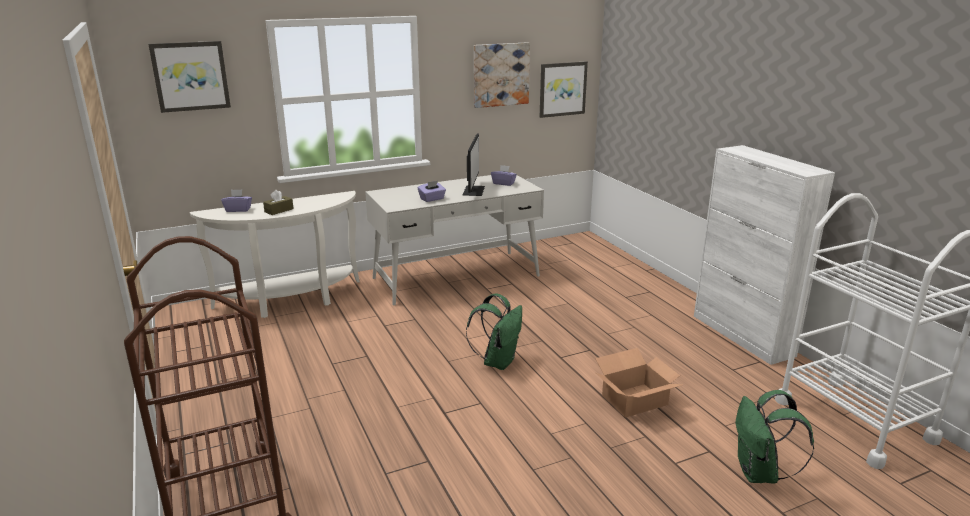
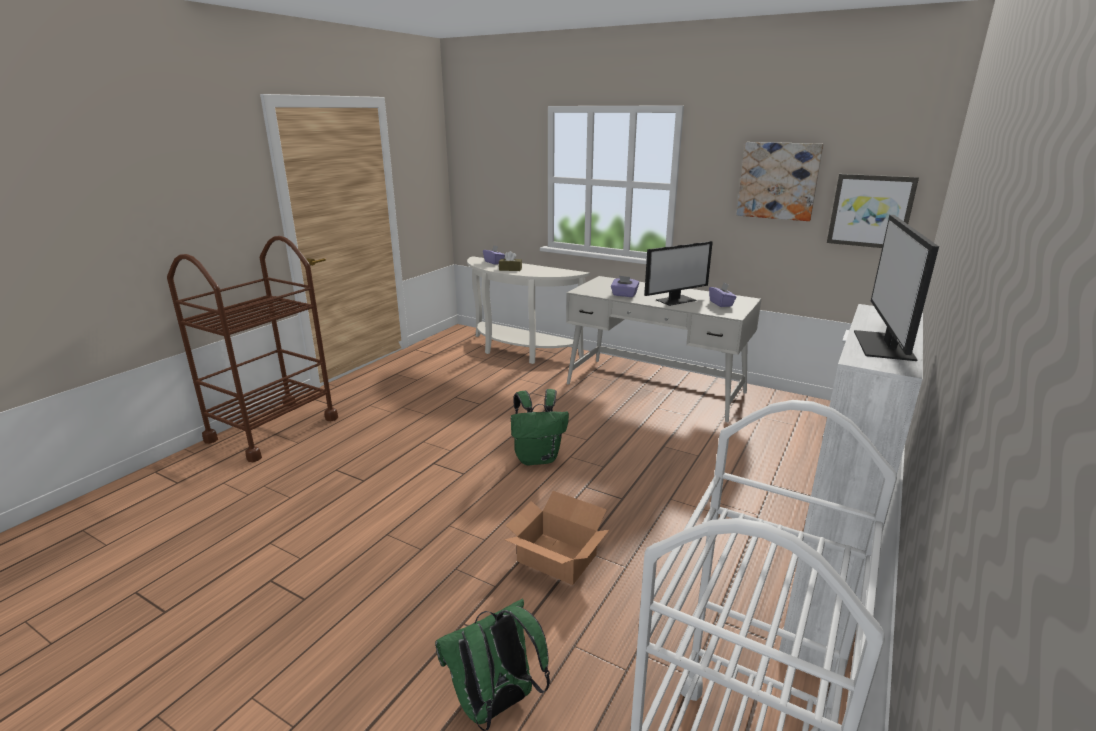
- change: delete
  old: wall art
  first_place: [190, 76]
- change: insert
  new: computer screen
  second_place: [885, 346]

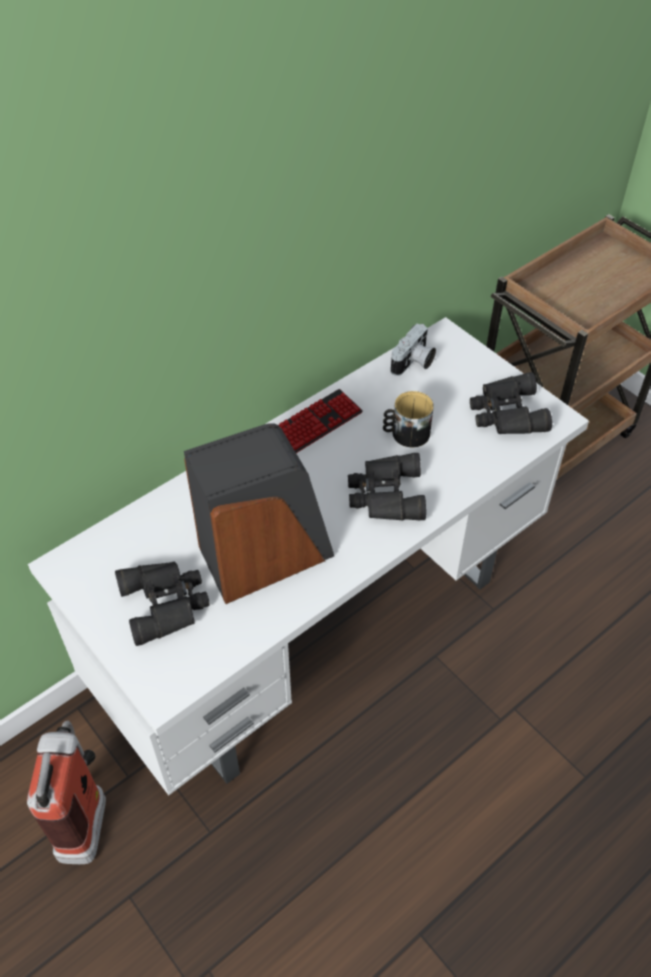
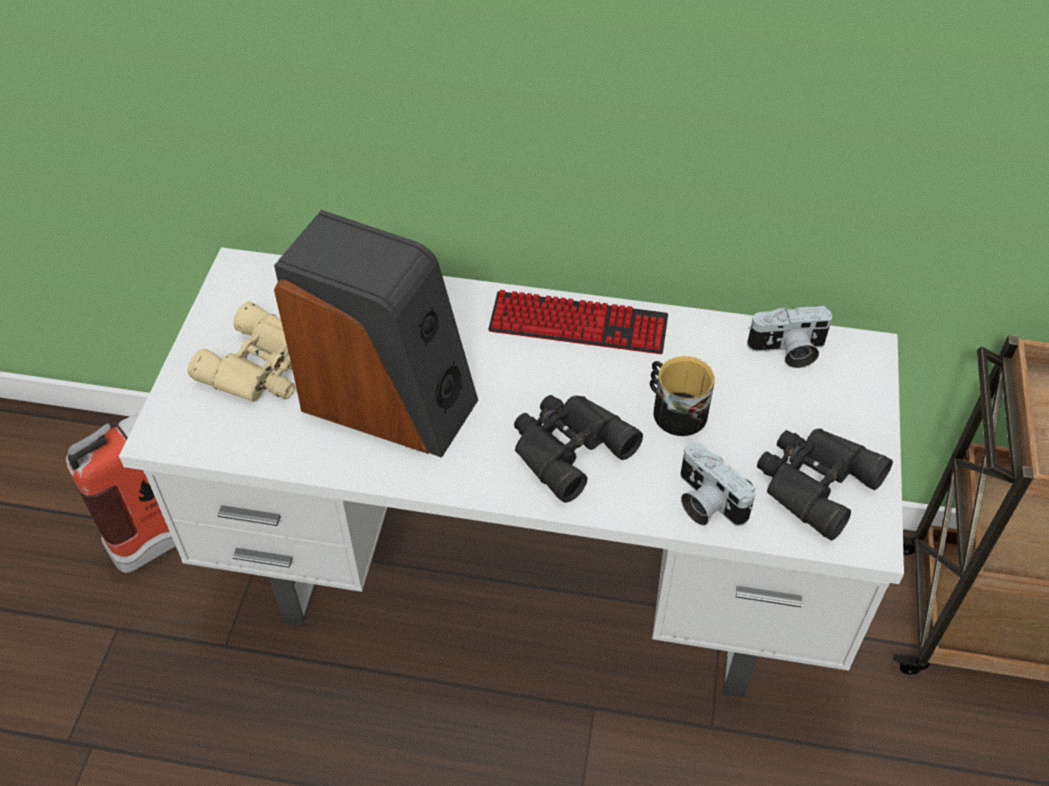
- change: recolor
  old: black binoculars
  new: sand-coloured binoculars
  first_place: [166, 603]
  second_place: [262, 367]
- change: insert
  new: still camera
  second_place: [705, 502]

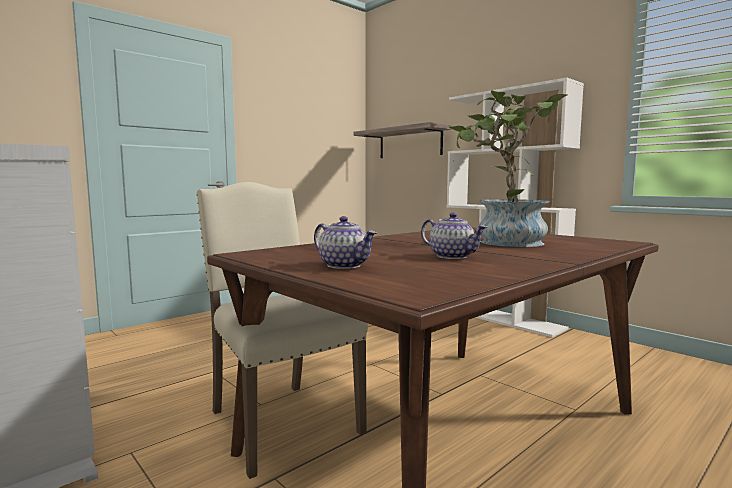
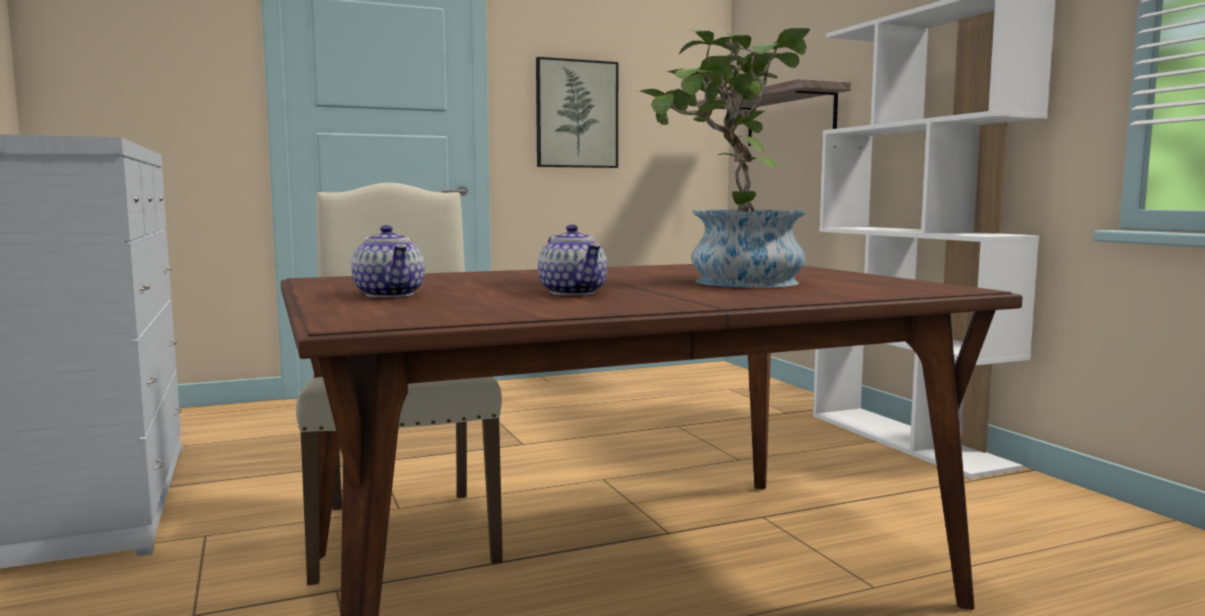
- change: insert
  new: wall art
  second_place: [576, 114]

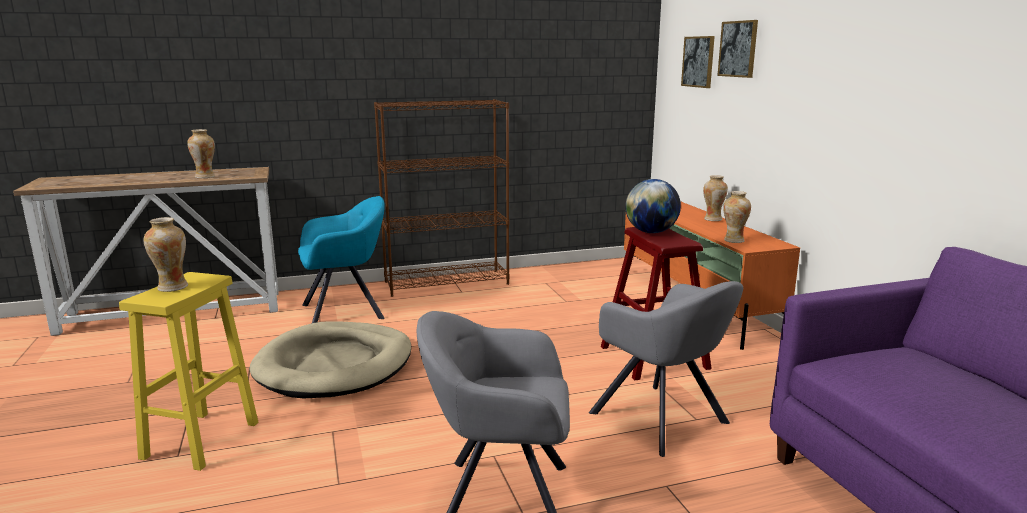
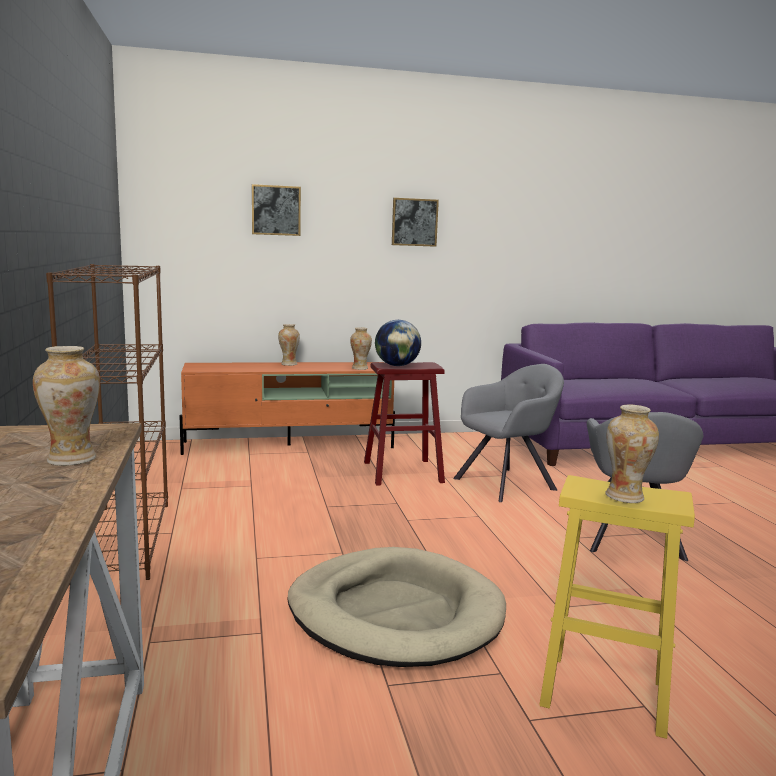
- change: move
  old: wall art
  first_place: [698, 61]
  second_place: [414, 222]
- change: delete
  old: blue-green lounge chair
  first_place: [346, 311]

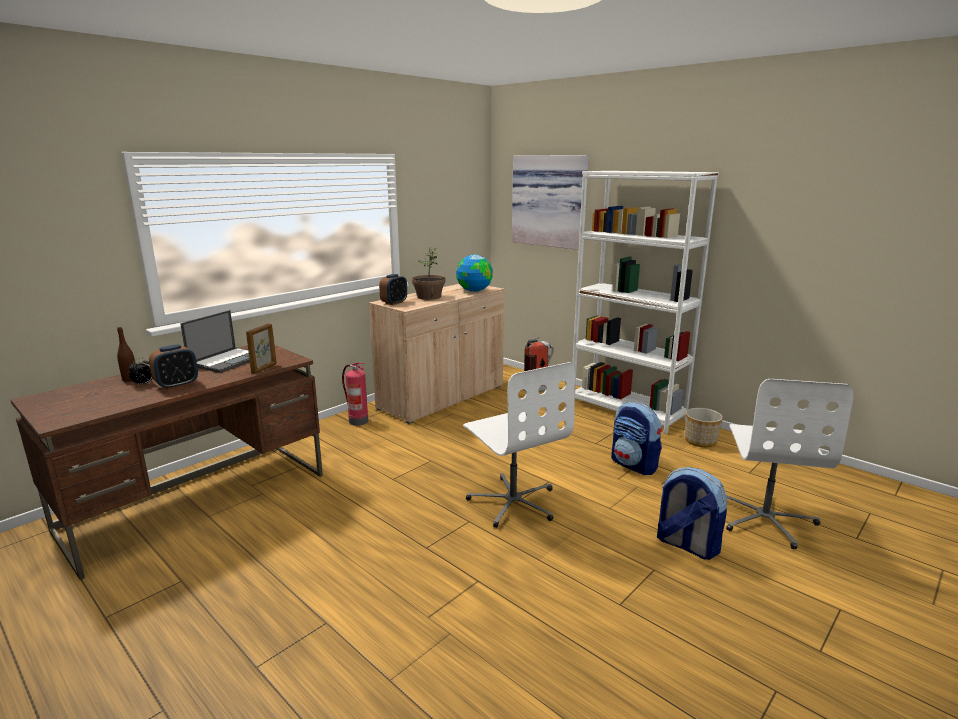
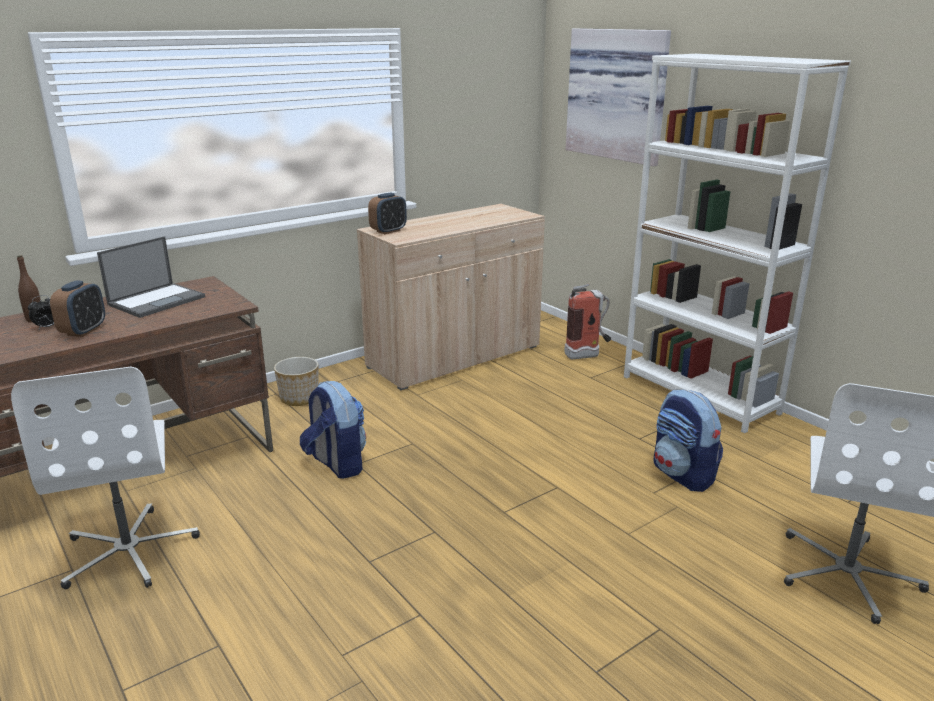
- change: delete
  old: potted plant
  first_place: [428, 297]
- change: delete
  old: globe
  first_place: [474, 291]
- change: delete
  old: standing frame
  first_place: [264, 368]
- change: rotate
  old: table clock
  first_place: [177, 385]
  second_place: [83, 331]
  degrees: -45
- change: move
  old: white computer chair
  first_place: [513, 502]
  second_place: [129, 550]
- change: delete
  old: fire-fighting cylinder
  first_place: [357, 421]
- change: move
  old: plant pot
  first_place: [700, 441]
  second_place: [300, 398]
- change: move
  old: knapsack
  first_place: [685, 545]
  second_place: [336, 464]

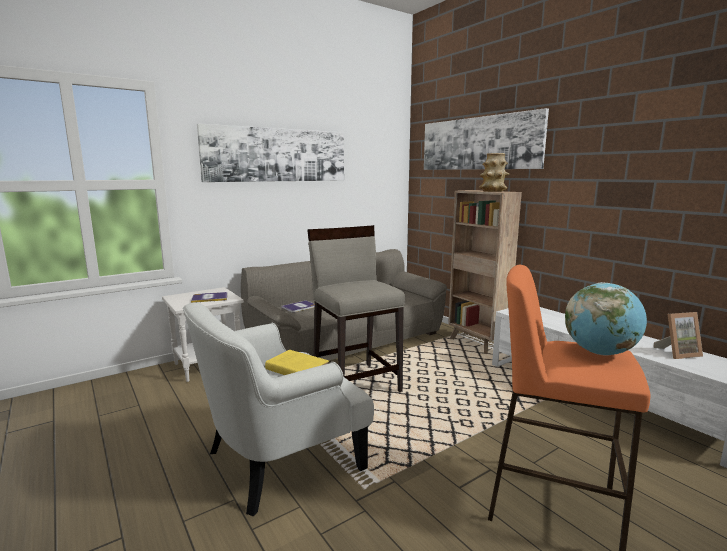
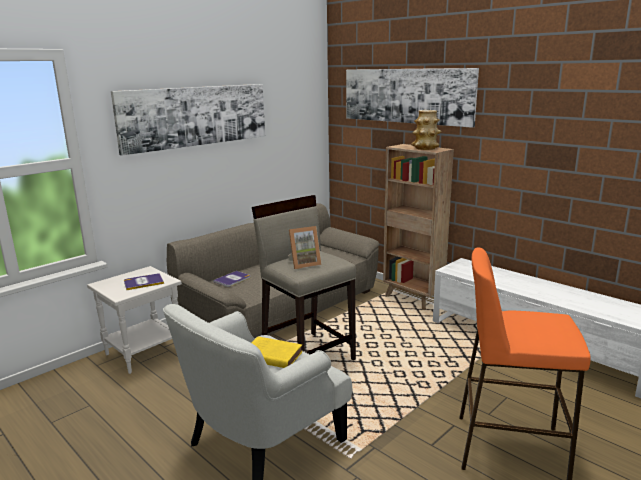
- change: delete
  old: globe
  first_place: [600, 352]
- change: move
  old: standing frame
  first_place: [677, 353]
  second_place: [304, 264]

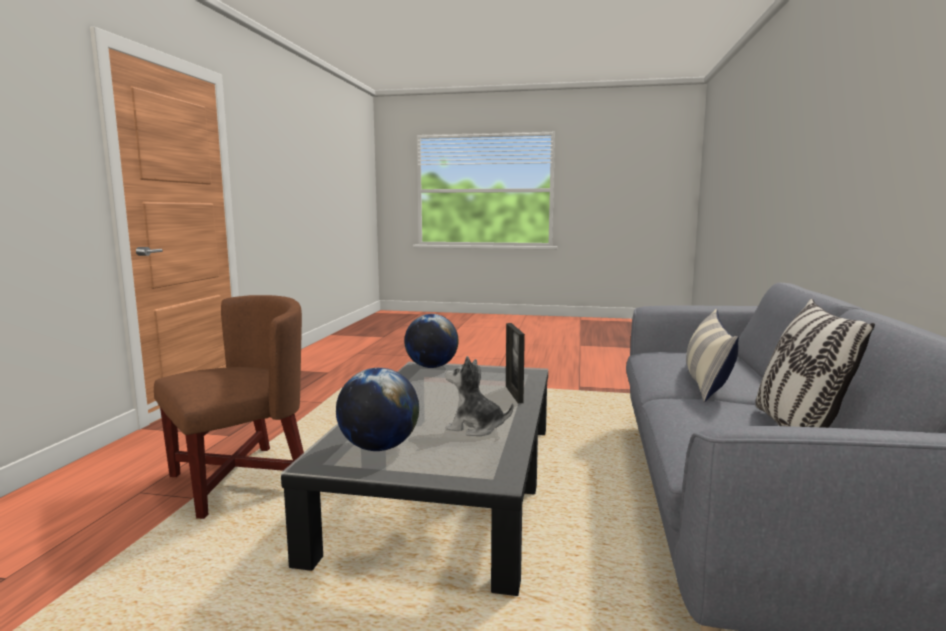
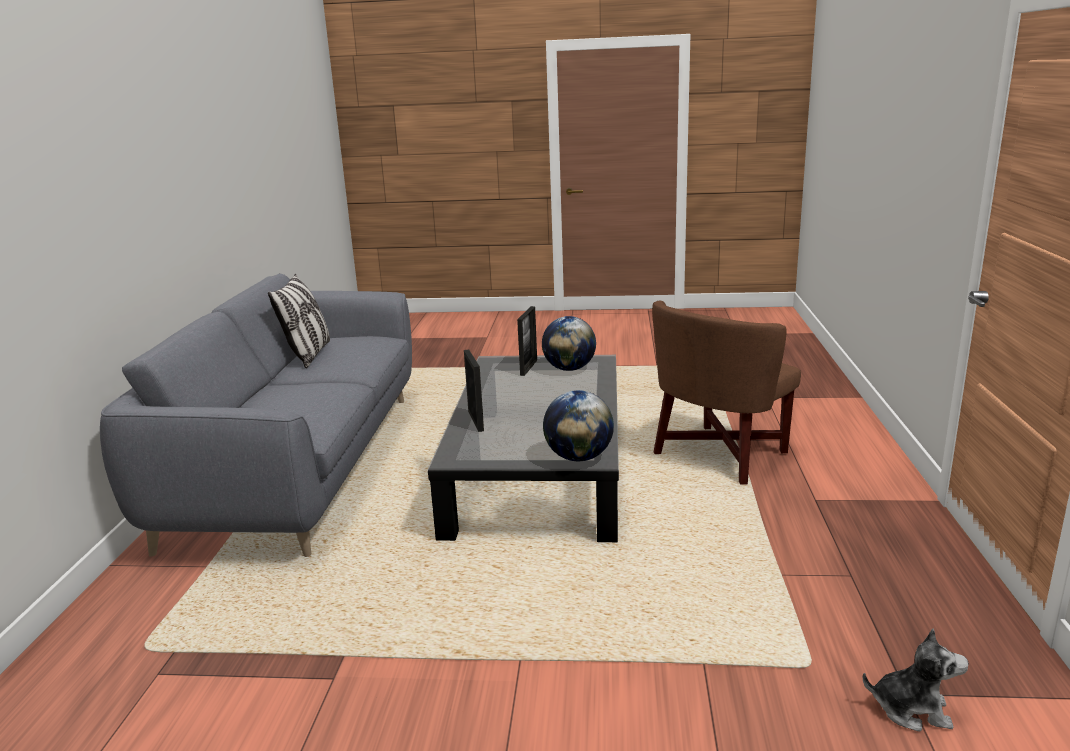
- change: delete
  old: throw pillow
  first_place: [706, 381]
- change: move
  old: soft toy
  first_place: [475, 428]
  second_place: [911, 709]
- change: insert
  new: standing frame
  second_place: [528, 367]

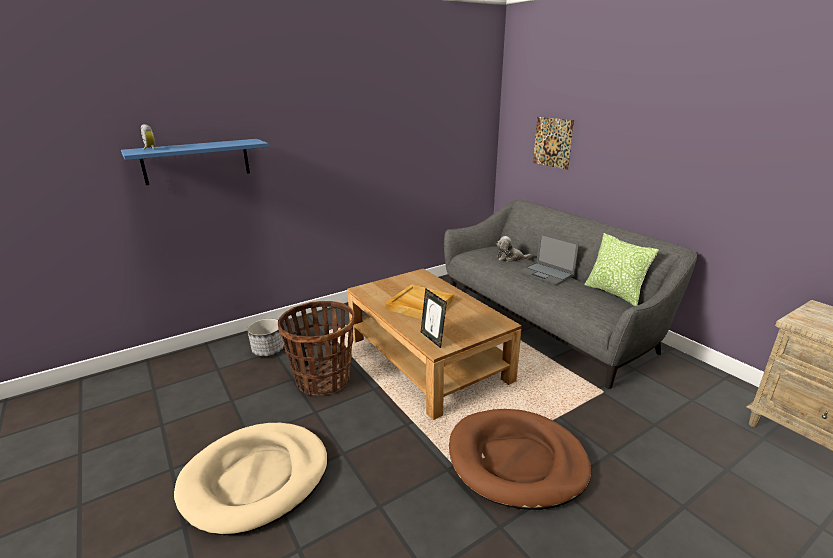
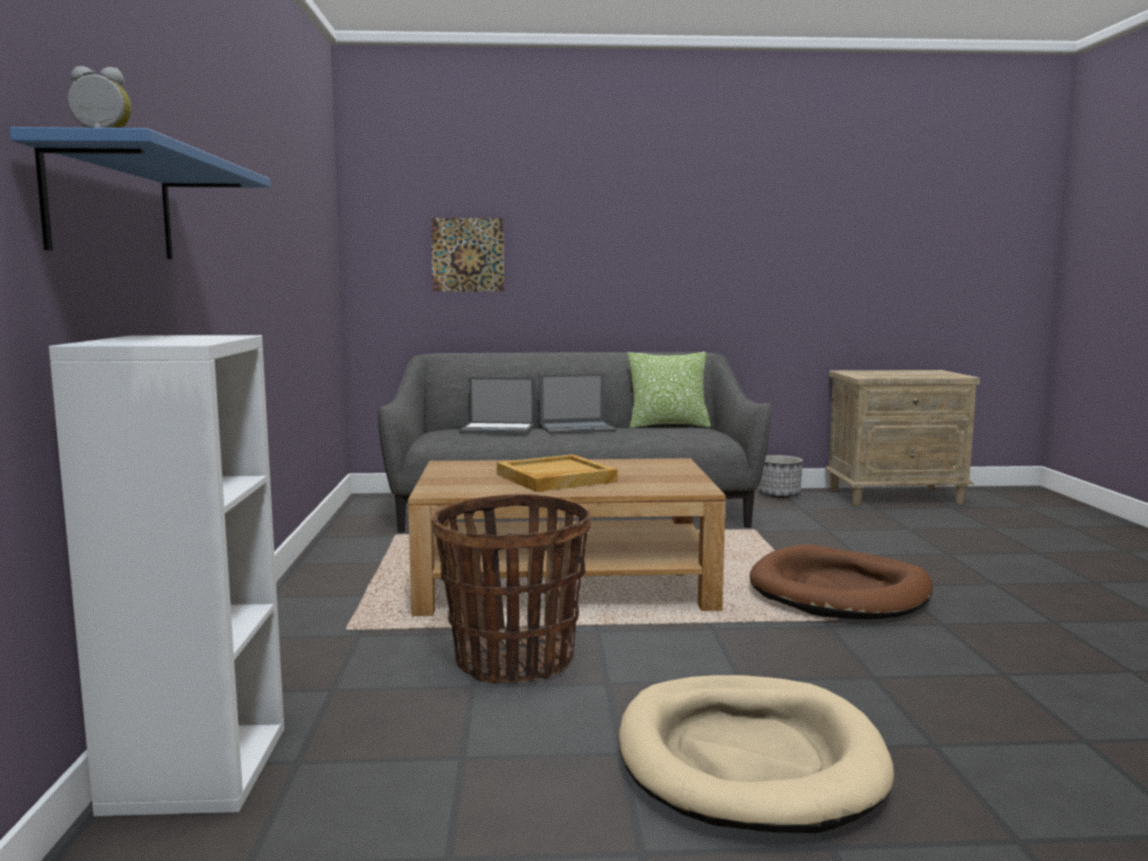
- change: replace
  old: soft toy
  new: portable computer
  first_place: [510, 258]
  second_place: [498, 429]
- change: delete
  old: standing frame
  first_place: [432, 339]
- change: move
  old: plant pot
  first_place: [268, 350]
  second_place: [779, 495]
- change: insert
  new: white bookshelf
  second_place: [196, 768]

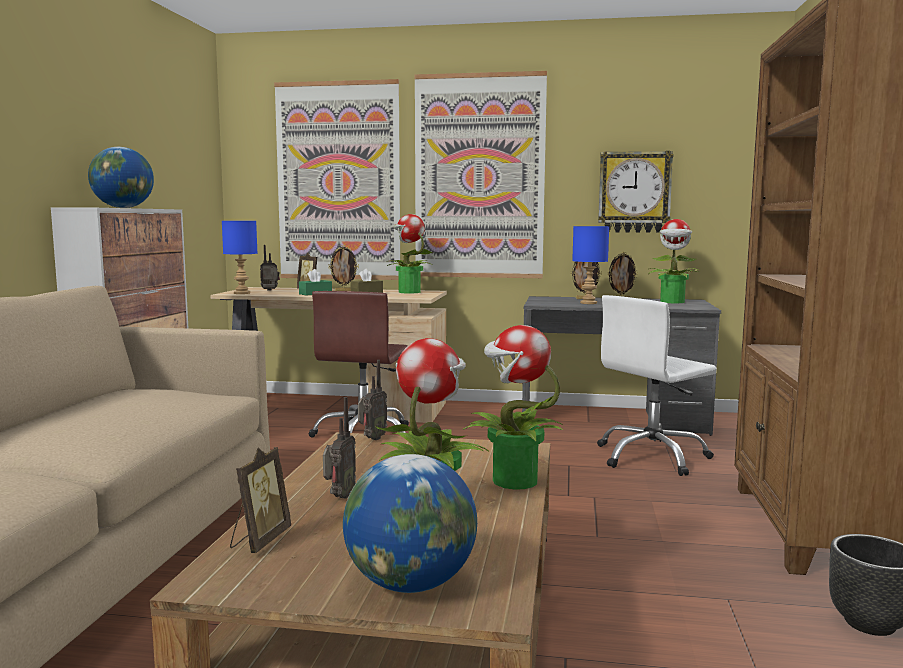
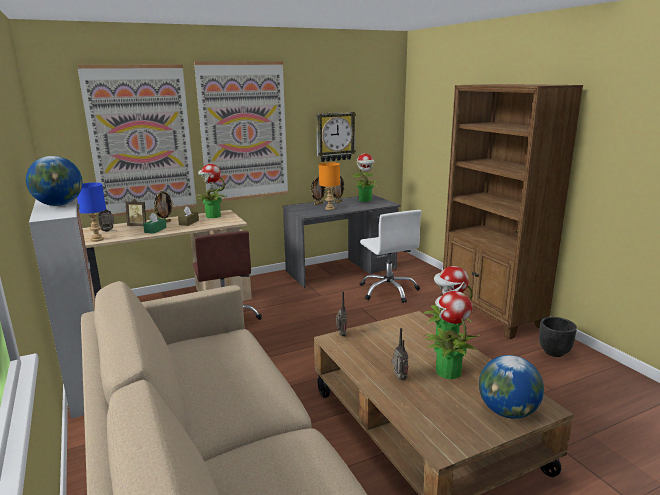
- change: recolor
  old: bluish table lamp
  new: orangey table lamp
  first_place: [589, 303]
  second_place: [329, 208]
- change: rotate
  old: white computer chair
  first_place: [652, 457]
  second_place: [388, 291]
  degrees: -45
- change: delete
  old: standing frame
  first_place: [259, 541]

